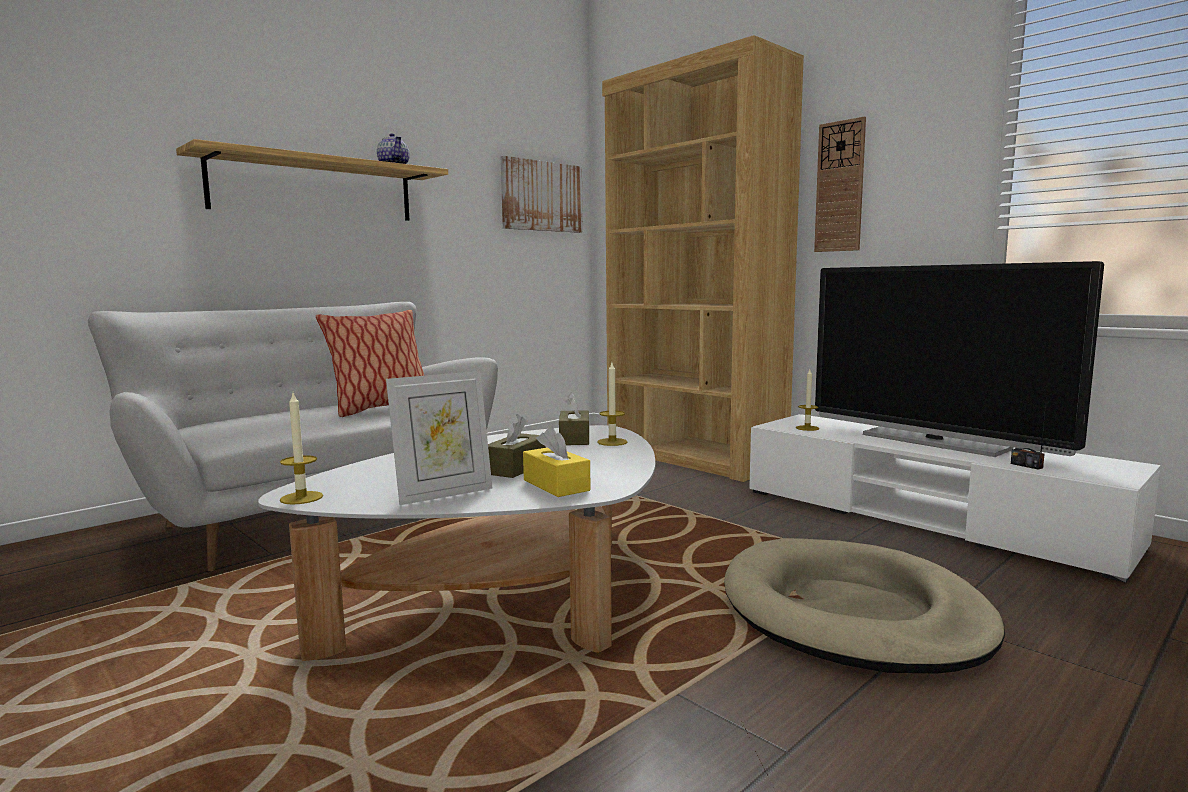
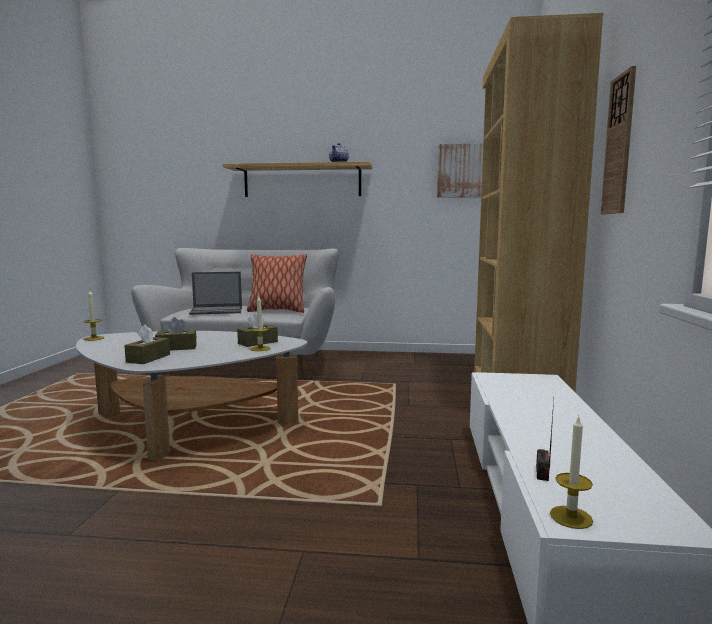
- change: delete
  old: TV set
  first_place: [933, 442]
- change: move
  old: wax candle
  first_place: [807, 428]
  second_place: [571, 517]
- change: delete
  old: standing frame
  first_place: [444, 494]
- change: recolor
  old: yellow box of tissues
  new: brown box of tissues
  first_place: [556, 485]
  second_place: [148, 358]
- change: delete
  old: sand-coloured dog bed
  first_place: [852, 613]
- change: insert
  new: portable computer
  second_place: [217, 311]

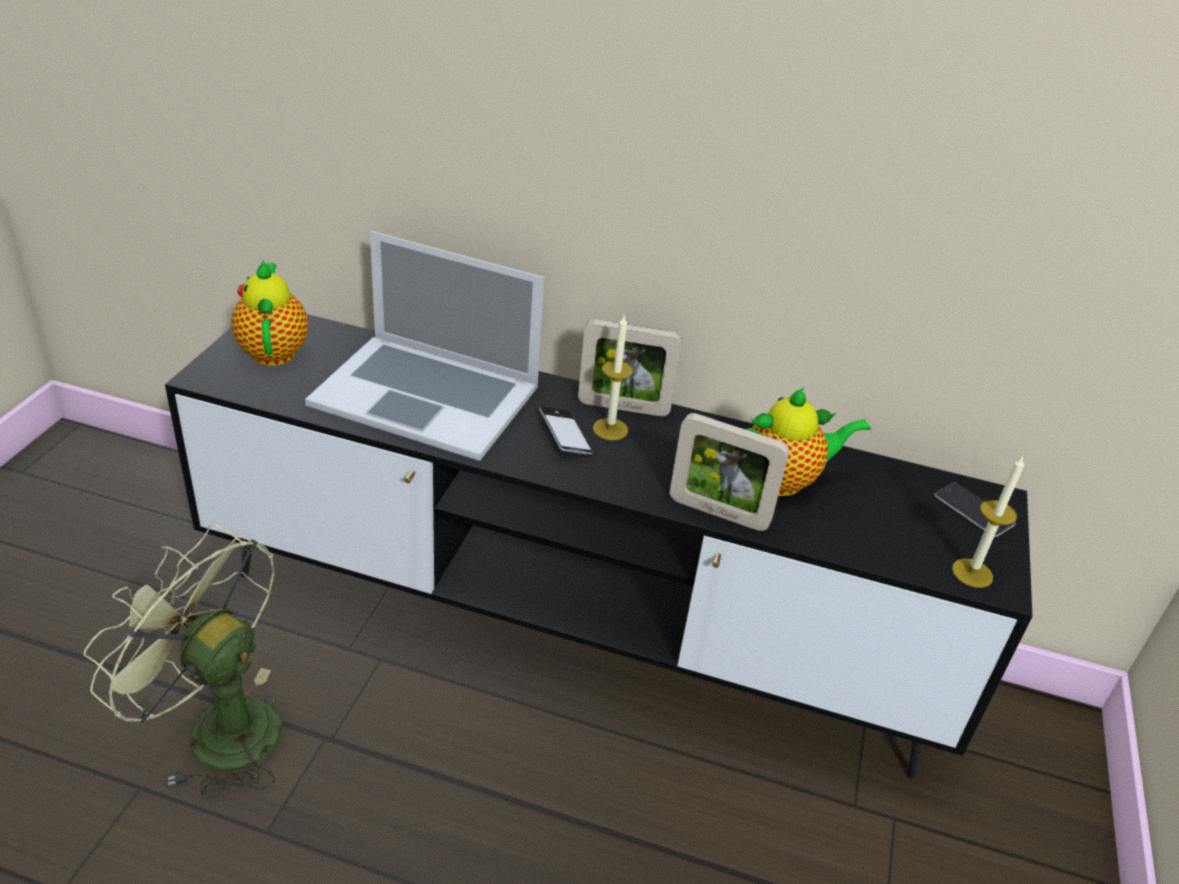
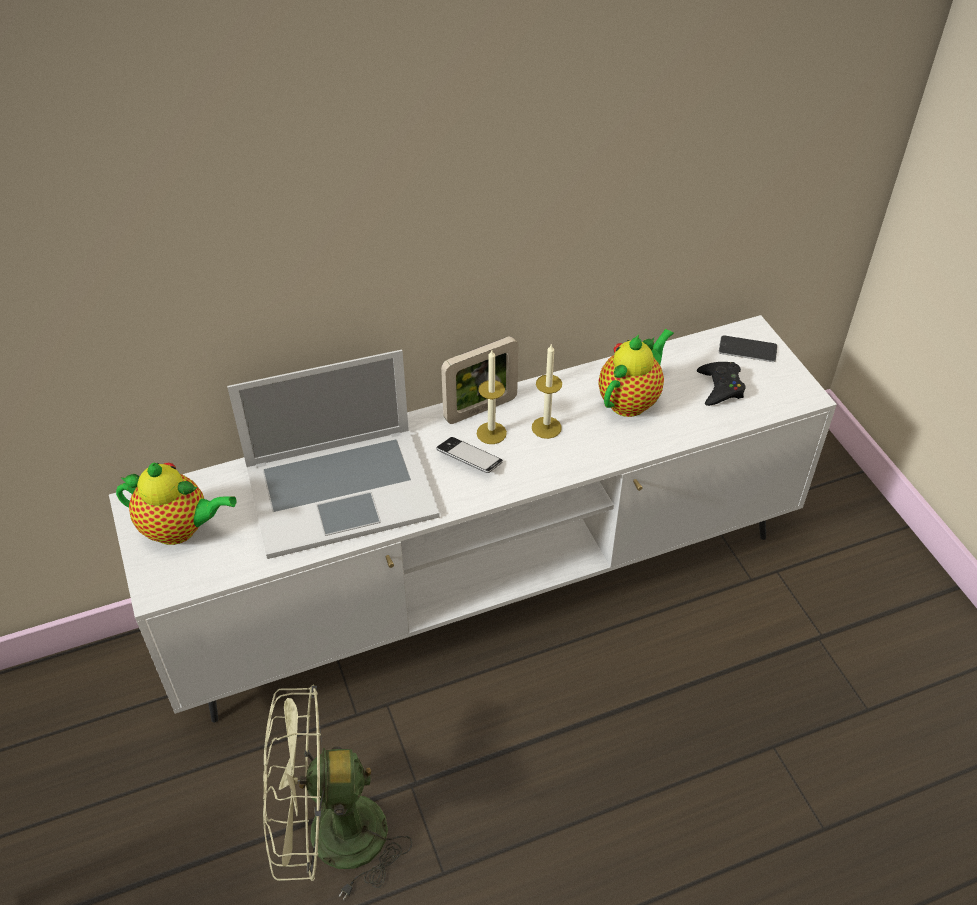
- change: rotate
  old: tea pot
  first_place: [274, 350]
  second_place: [180, 529]
  degrees: 150
- change: recolor
  old: black tv unit
  new: white tv unit
  first_place: [570, 629]
  second_place: [487, 588]
- change: delete
  old: standing frame
  first_place: [718, 512]
- change: move
  old: wax candle
  first_place: [972, 573]
  second_place: [546, 427]
- change: insert
  new: black gamepad
  second_place: [720, 387]

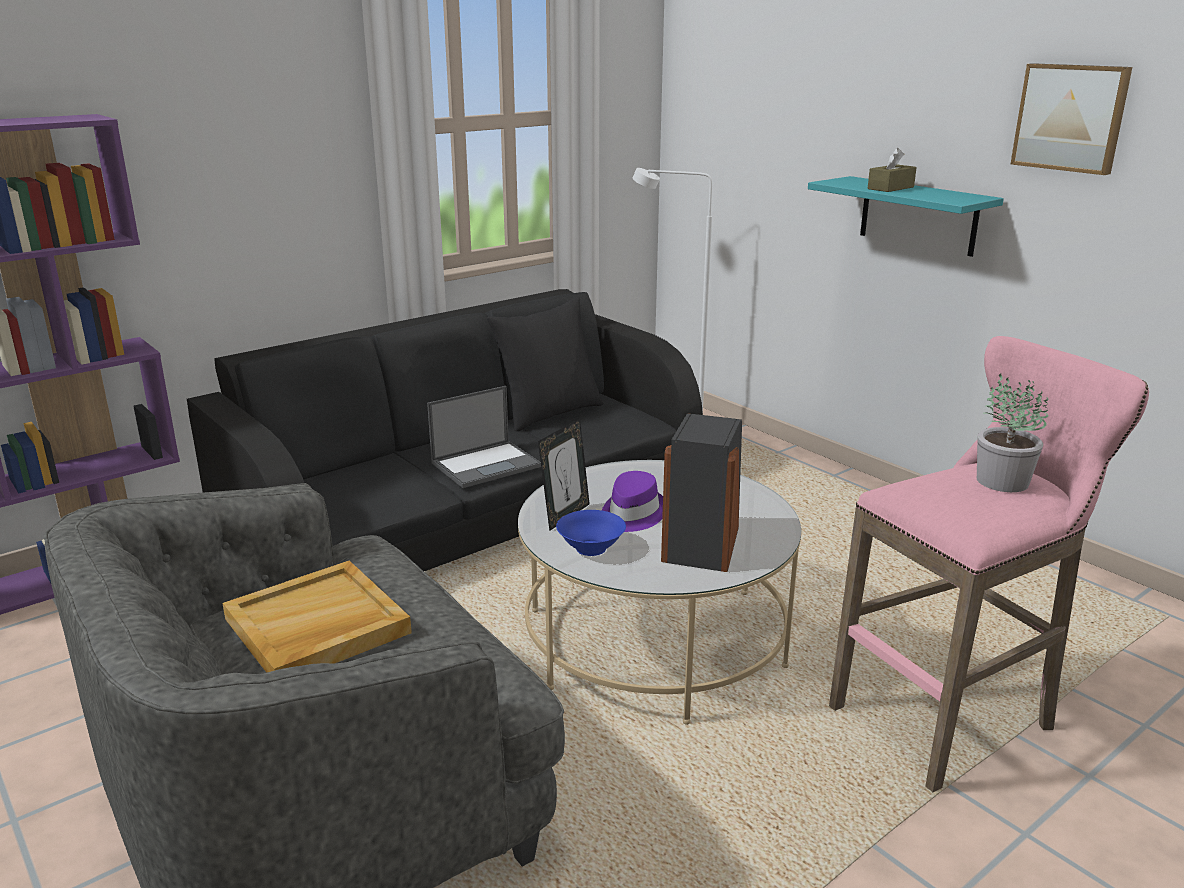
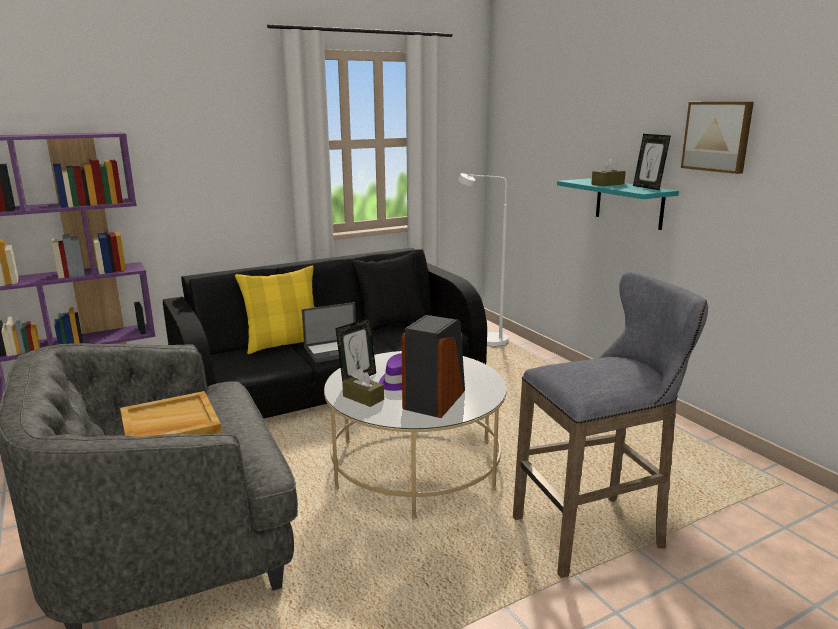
- change: recolor
  old: pink stool
  new: gray stool
  first_place: [950, 716]
  second_place: [594, 532]
- change: delete
  old: potted plant
  first_place: [1001, 481]
- change: replace
  old: bluish serving bowl
  new: brown box of tissues
  first_place: [591, 548]
  second_place: [363, 398]
- change: insert
  new: standing frame
  second_place: [648, 187]
- change: insert
  new: yellow throw pillow
  second_place: [284, 344]

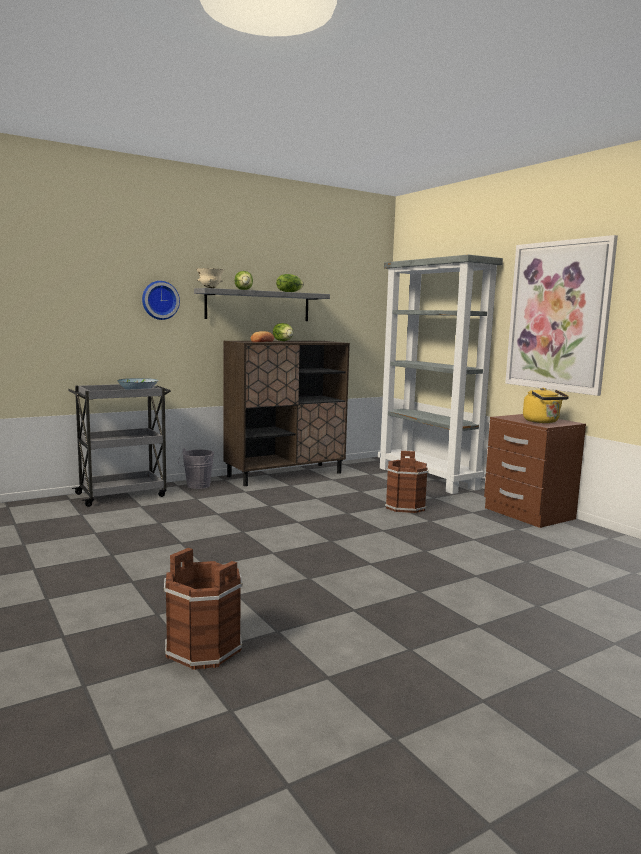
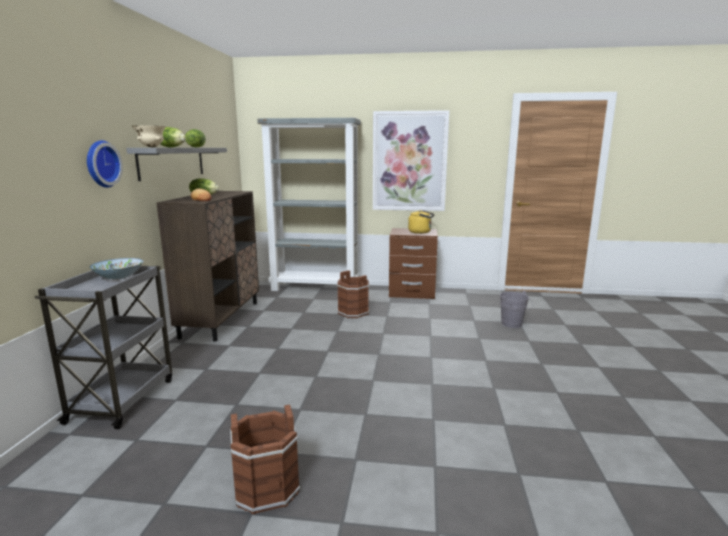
- change: move
  old: gray pail
  first_place: [197, 486]
  second_place: [513, 324]
- change: move
  old: brown pail
  first_place: [204, 648]
  second_place: [266, 488]

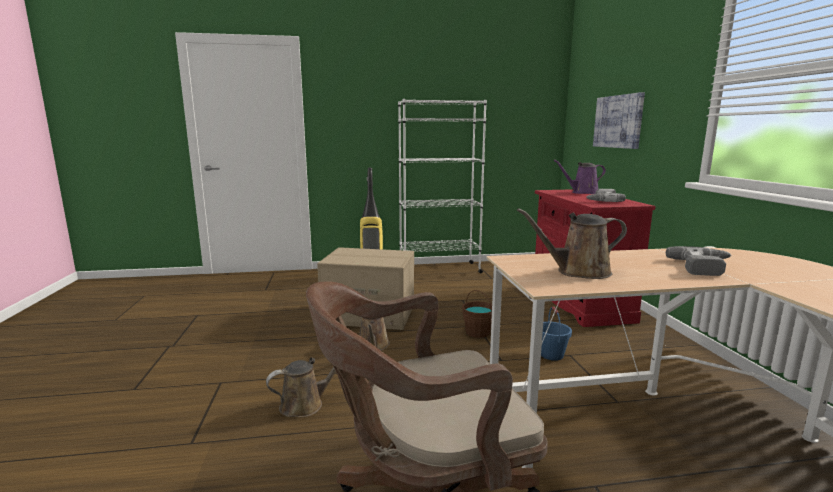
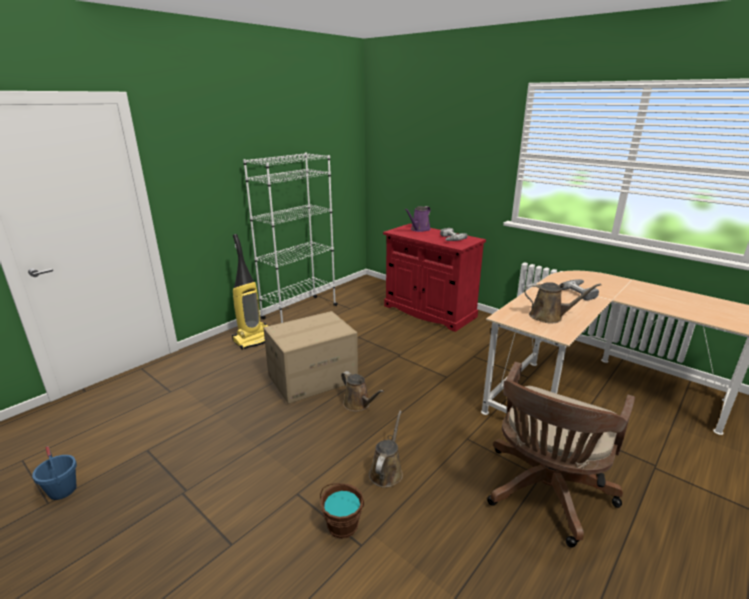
- change: delete
  old: wall art
  first_place: [618, 121]
- change: rotate
  old: brown watering can
  first_place: [578, 272]
  second_place: [549, 316]
  degrees: -120
- change: move
  old: brown pail
  first_place: [477, 332]
  second_place: [342, 525]
- change: move
  old: bluish pail
  first_place: [552, 355]
  second_place: [63, 490]

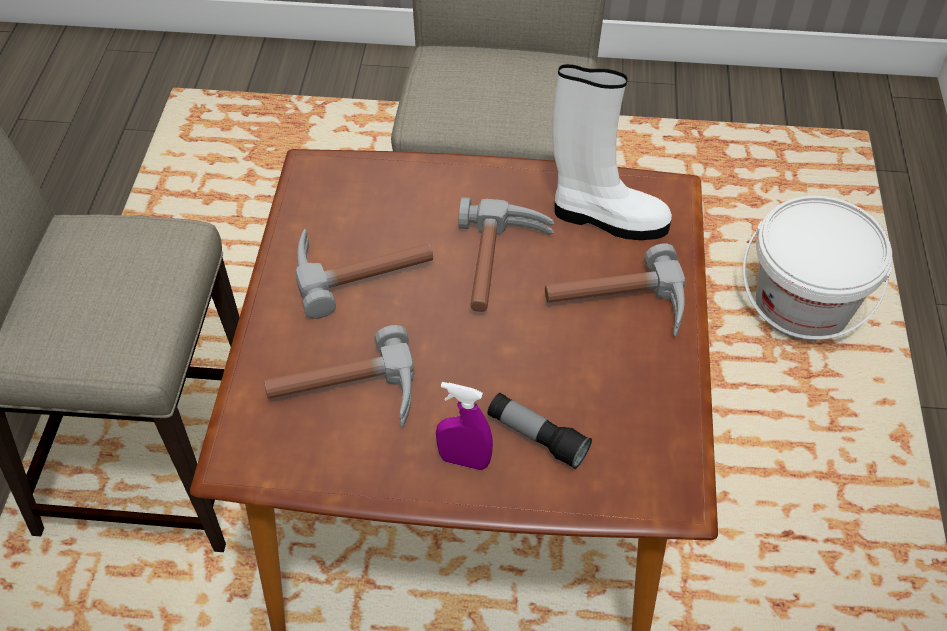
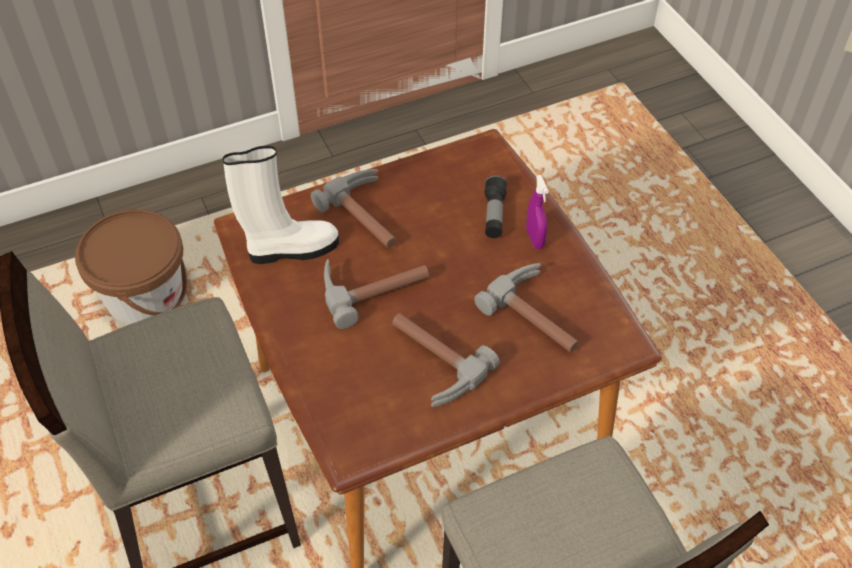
- change: rotate
  old: white boot
  first_place: [607, 218]
  second_place: [291, 249]
  degrees: 90
- change: recolor
  old: white pail
  new: brown pail
  first_place: [802, 305]
  second_place: [145, 296]

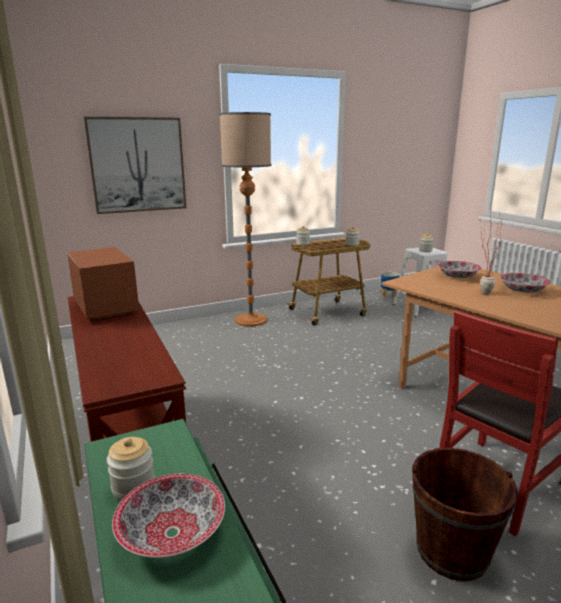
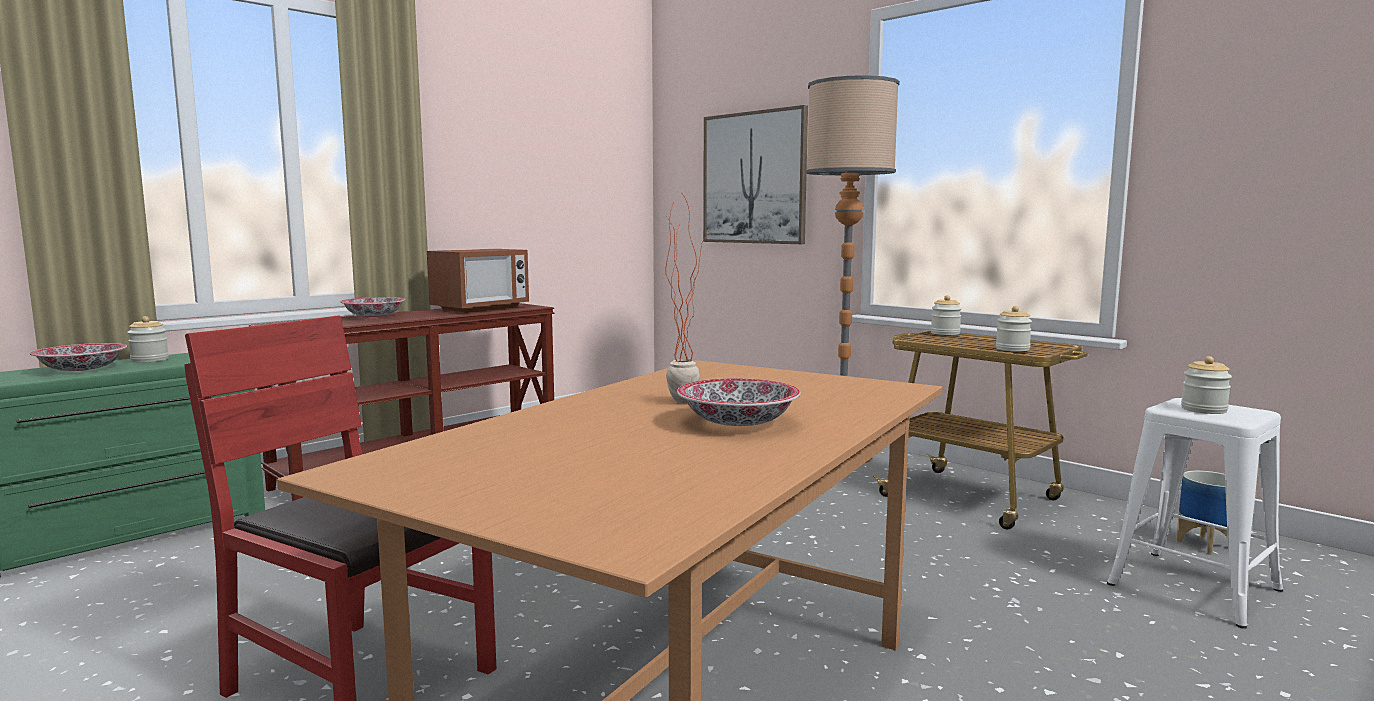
- change: move
  old: serving bowl
  first_place: [458, 276]
  second_place: [374, 316]
- change: delete
  old: brown pail
  first_place: [452, 551]

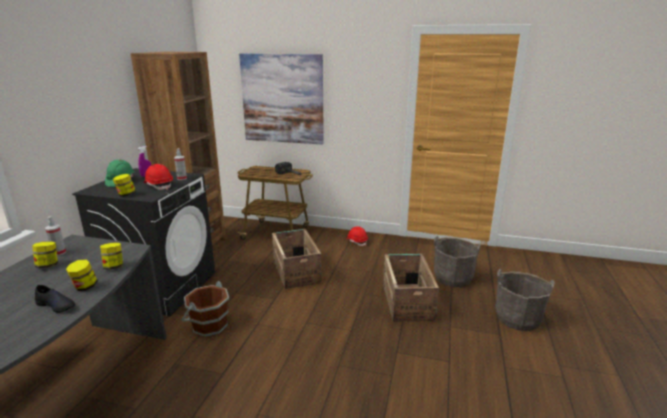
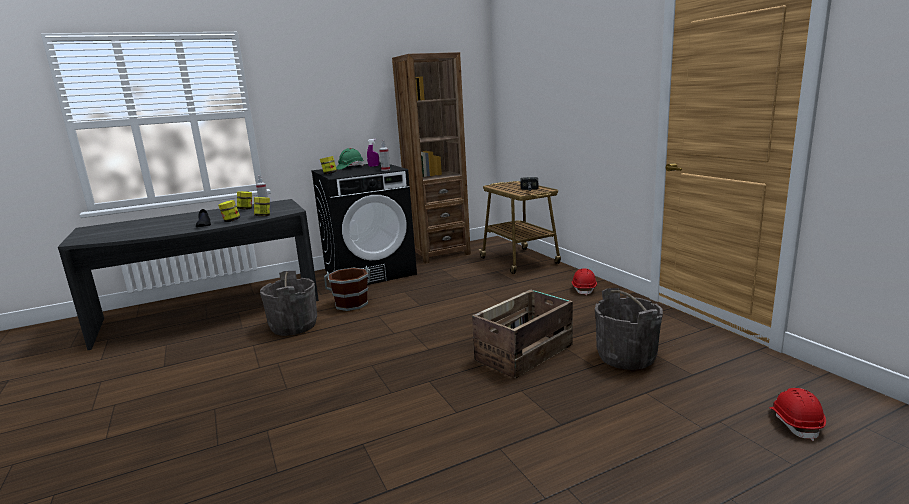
- change: delete
  old: wall art
  first_place: [282, 99]
- change: move
  old: red work helmet
  first_place: [159, 185]
  second_place: [795, 423]
- change: delete
  old: shipping crate
  first_place: [296, 271]
- change: move
  old: gray pail
  first_place: [517, 318]
  second_place: [294, 326]

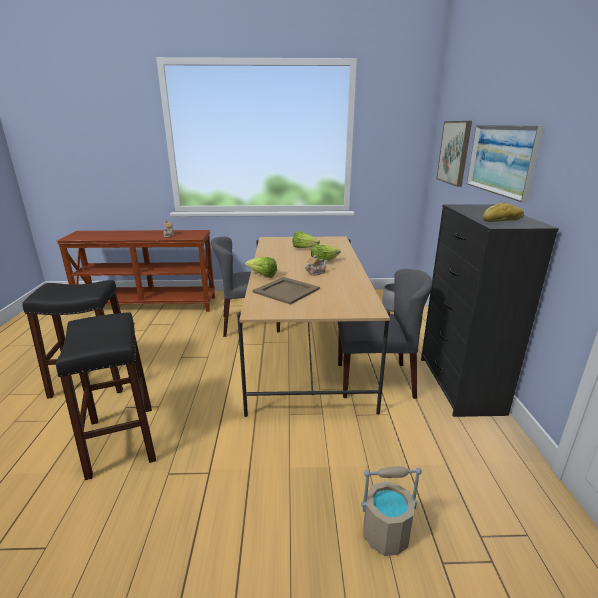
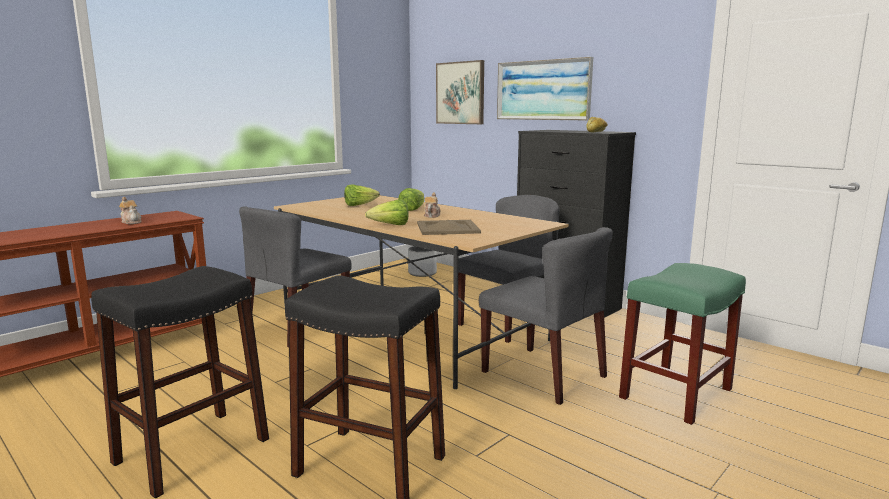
- change: replace
  old: sand-coloured pail
  new: greenish stool
  first_place: [386, 534]
  second_place: [676, 392]
- change: insert
  new: gray chair
  second_place: [544, 374]

